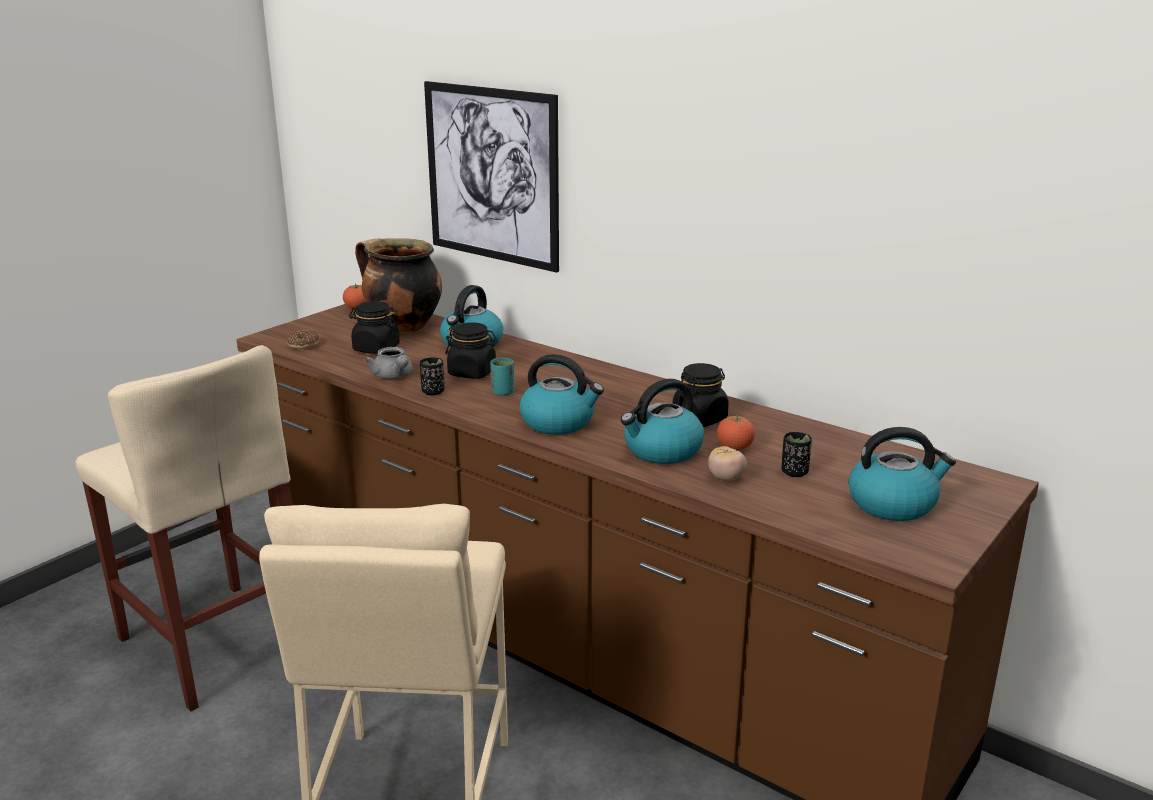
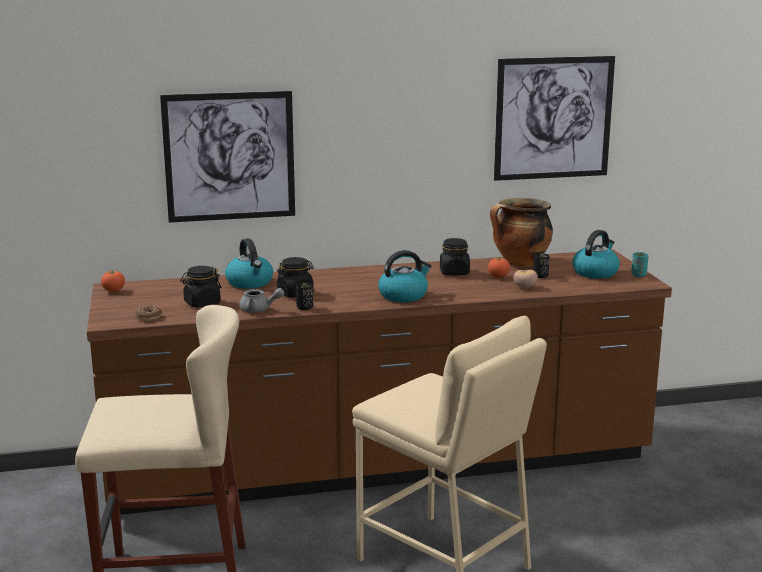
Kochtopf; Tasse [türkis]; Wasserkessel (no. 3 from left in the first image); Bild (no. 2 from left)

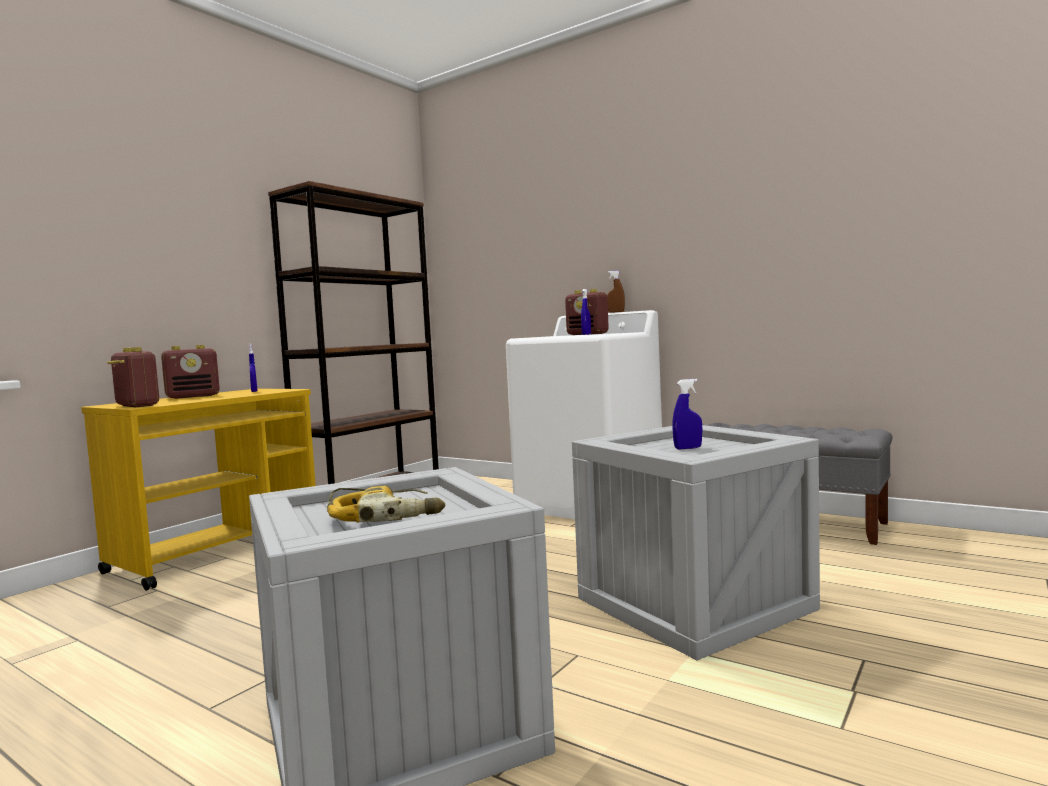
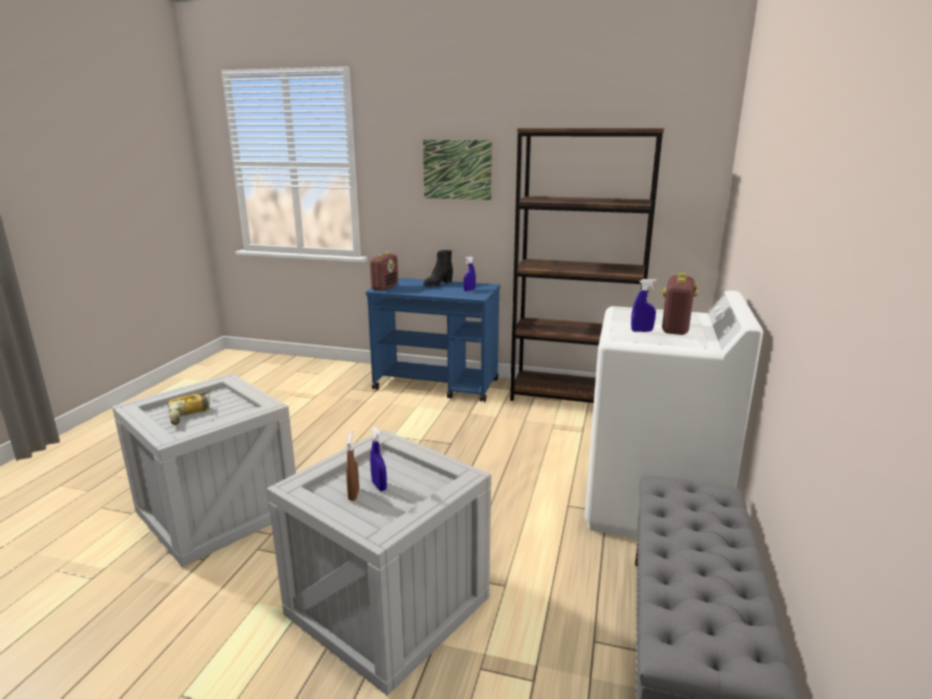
Sprühflasche [braun]; Stiefel [schwarz]; Rollwagen [blau]; Bild

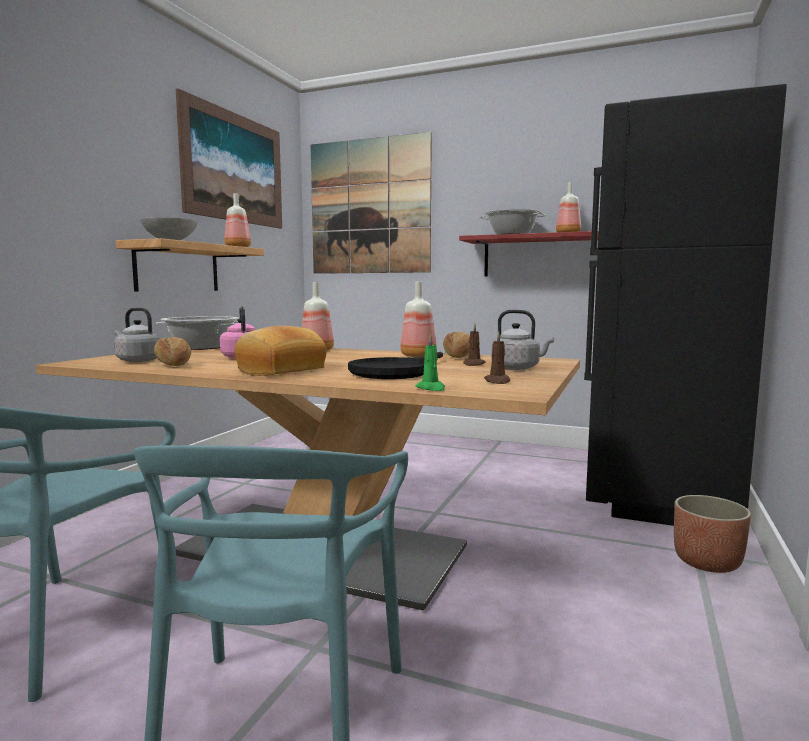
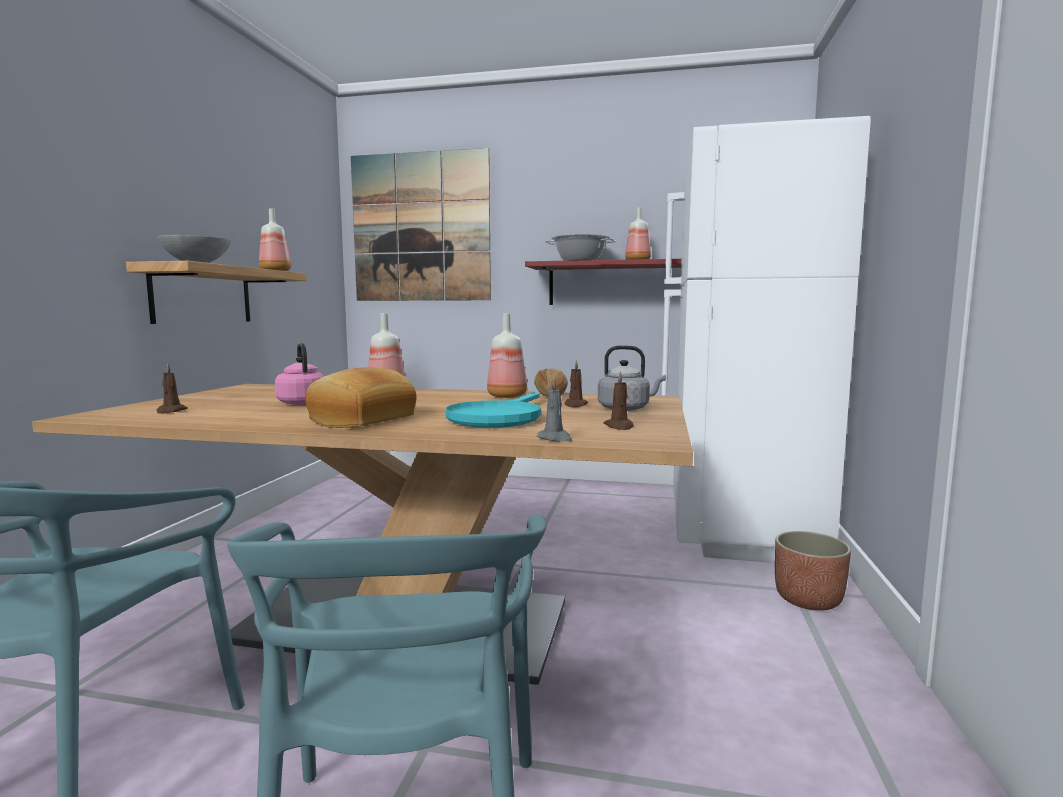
Kühlschrank [weiß]; Bild (no. 1 from left in the first image); Kerze [braun] (no. 1 from left); Kochtopf (no. 1 from left in the first image); Kerze [grau]; Brot (no. 1 from left in the first image); Pfanne [türkis]

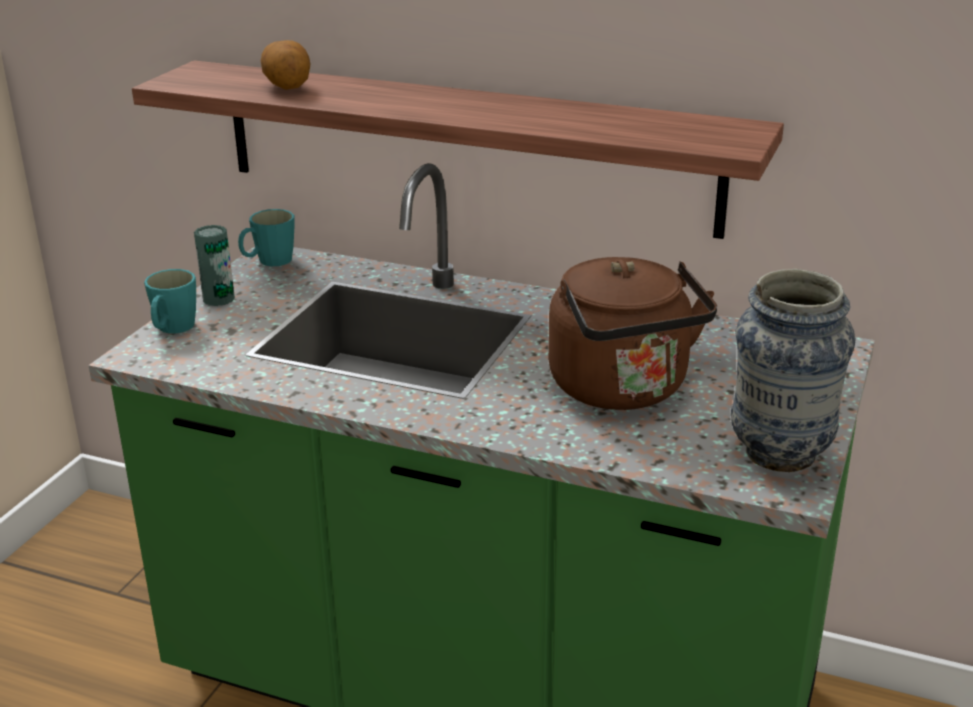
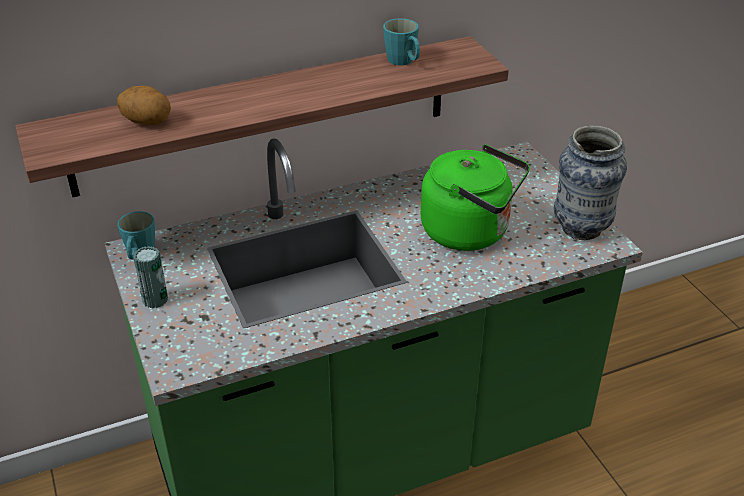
Wasserkessel [grün]; Henkelbecher [türkis] (no. 2 from left)

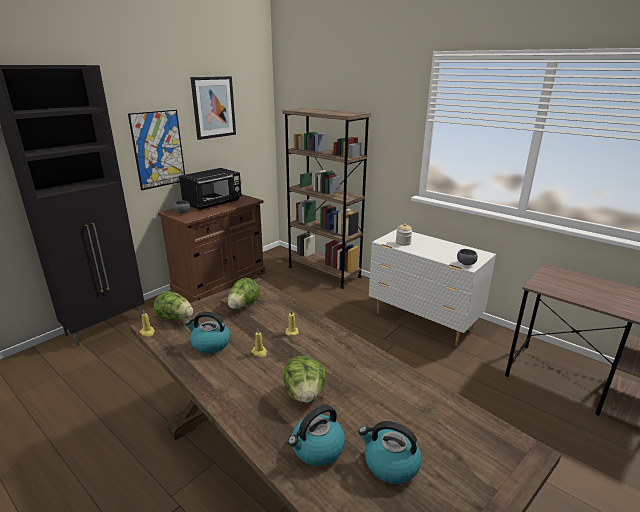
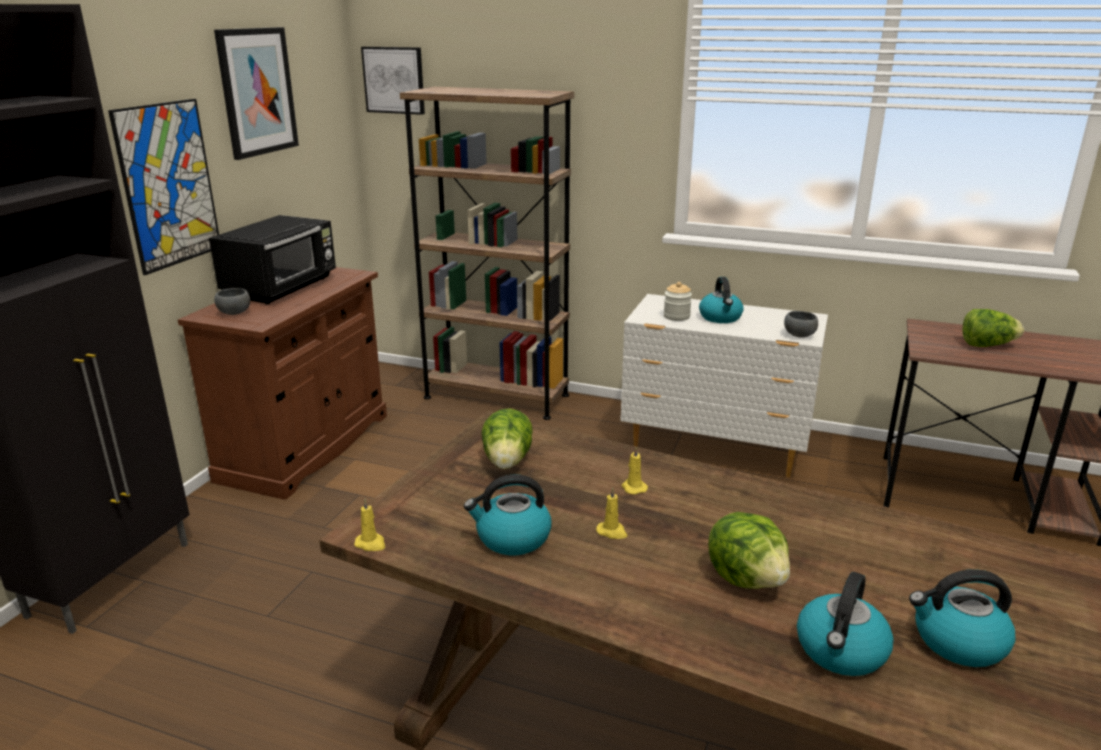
Salatkopf (no. 3 from left); Bild (no. 3 from left); Wasserkessel (no. 2 from left)

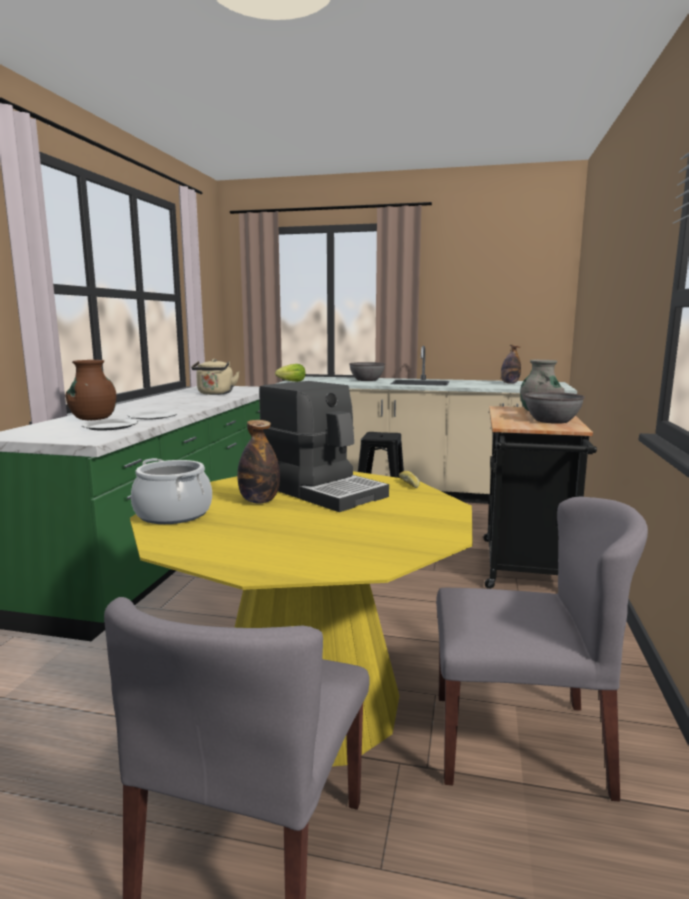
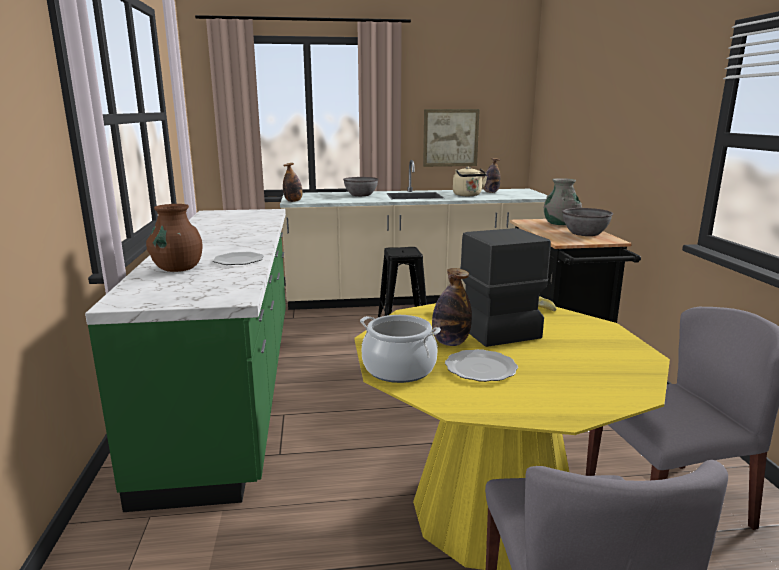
Wasserkessel [beige]; Flasche (no. 1 from left); Kaffeemaschine; Teller (no. 2 from left); Bild

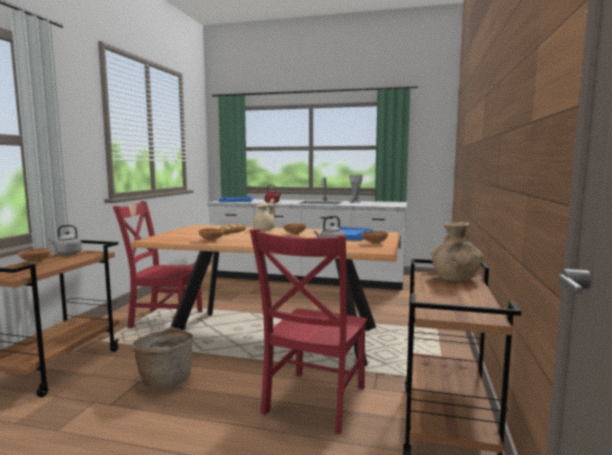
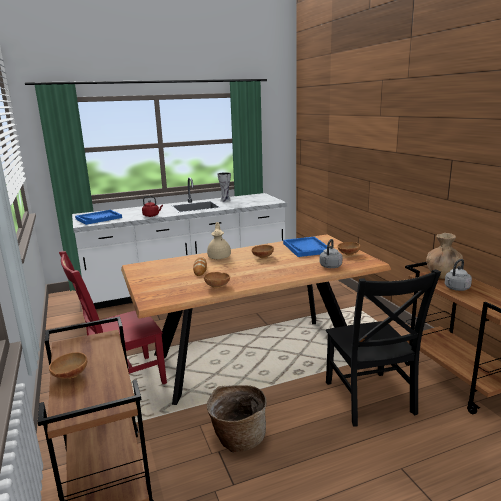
Wasserkessel [grau] (no. 2 from left); Stuhl [schwarz]

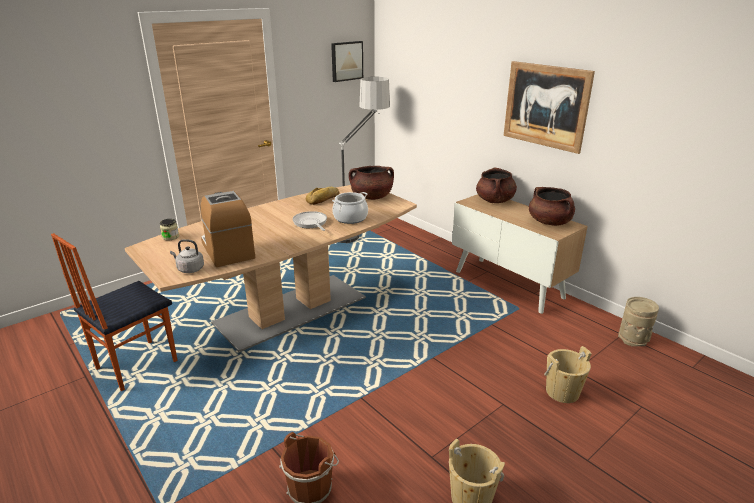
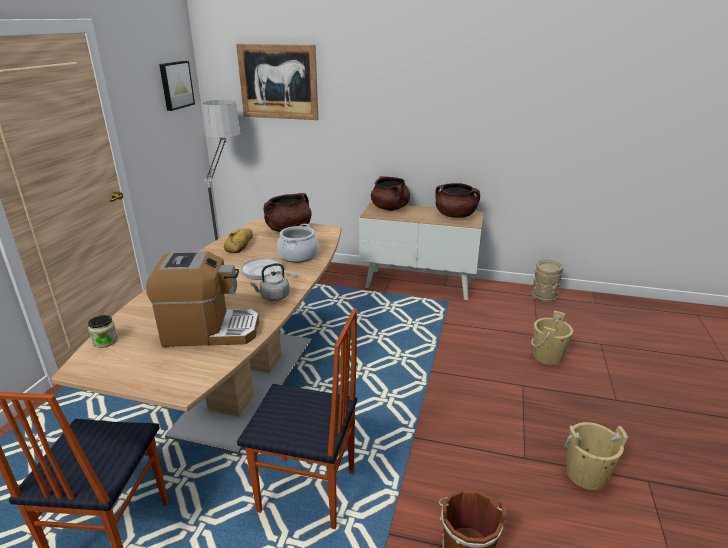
Bild (no. 2 from left); Kaffeemaschine; Wasserkessel [grau]; Stuhl (no. 2 from left)

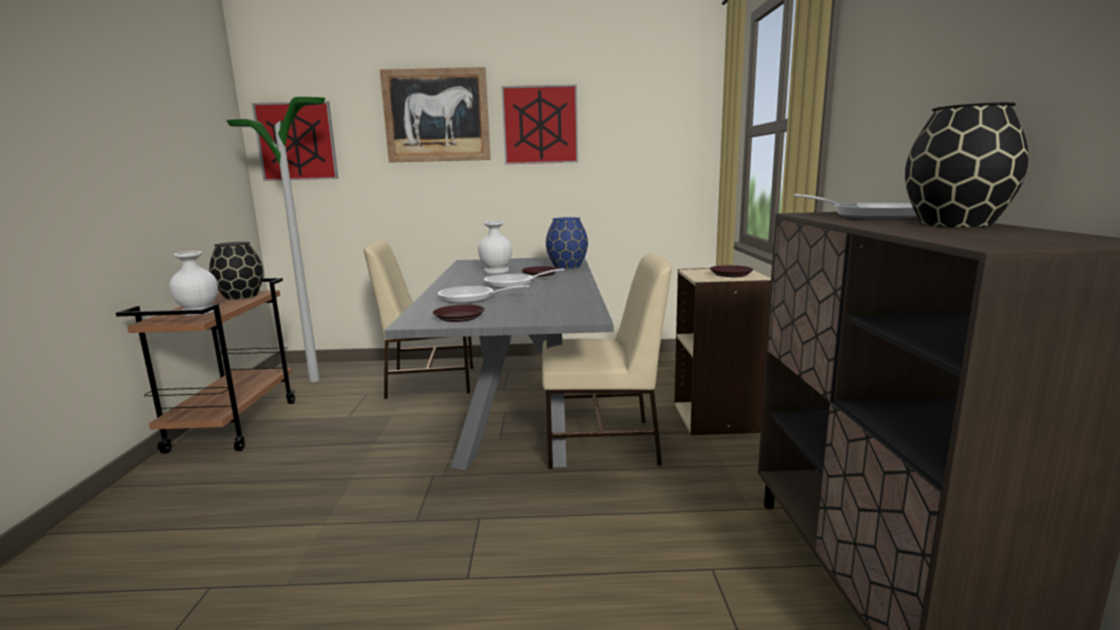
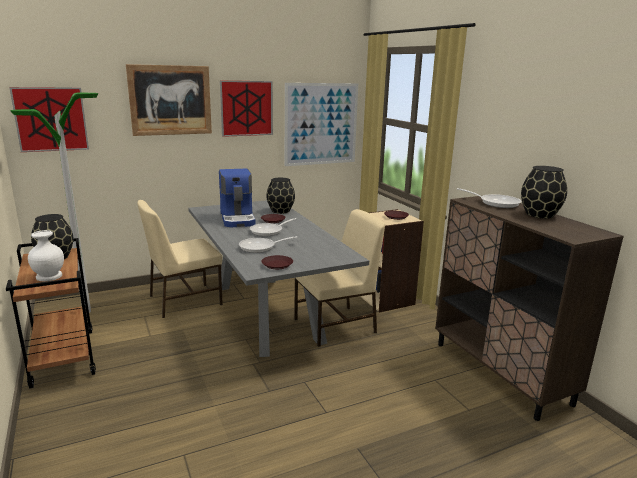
Vase [schwarz] (no. 2 from left); Kaffeemaschine; Bild (no. 4 from left)

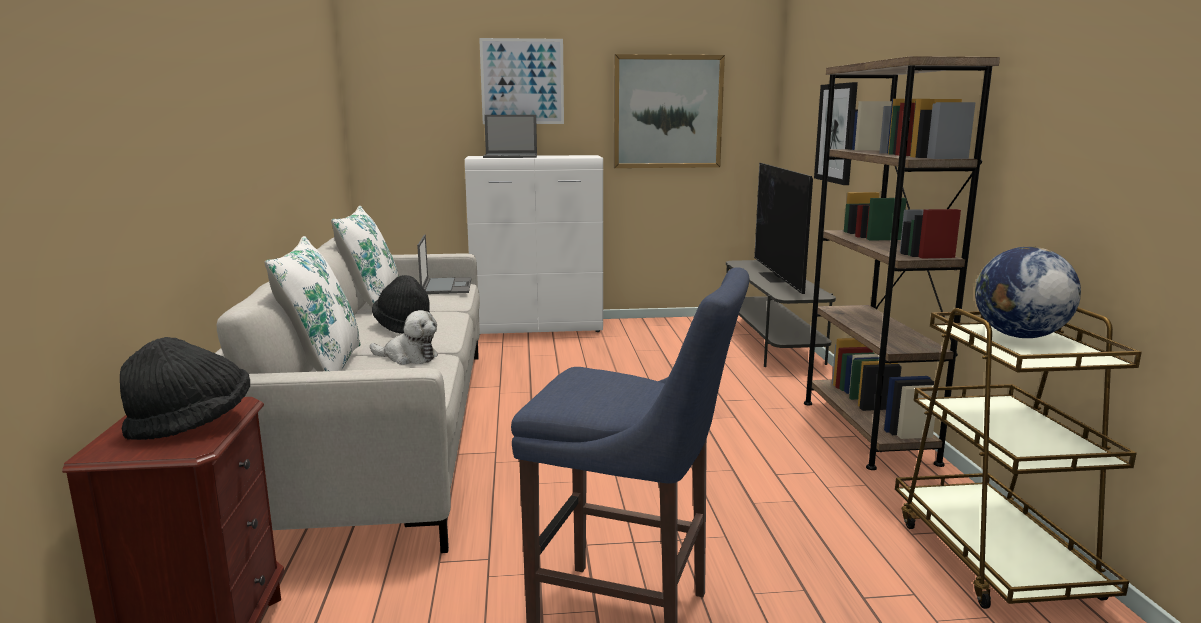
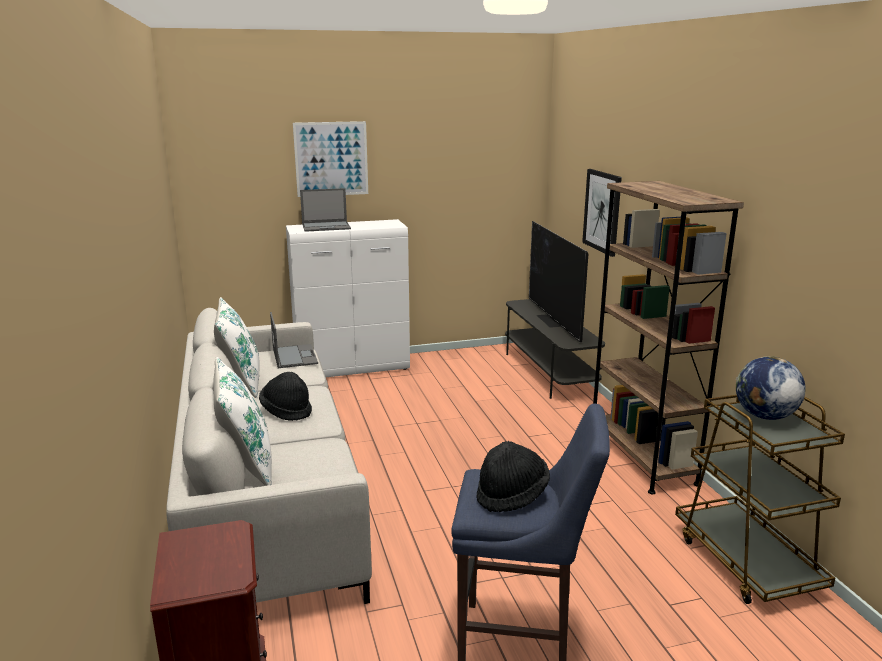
Bild (no. 2 from left in the first image); Plüschtier; Hut [schwarz] (no. 2 from left)

